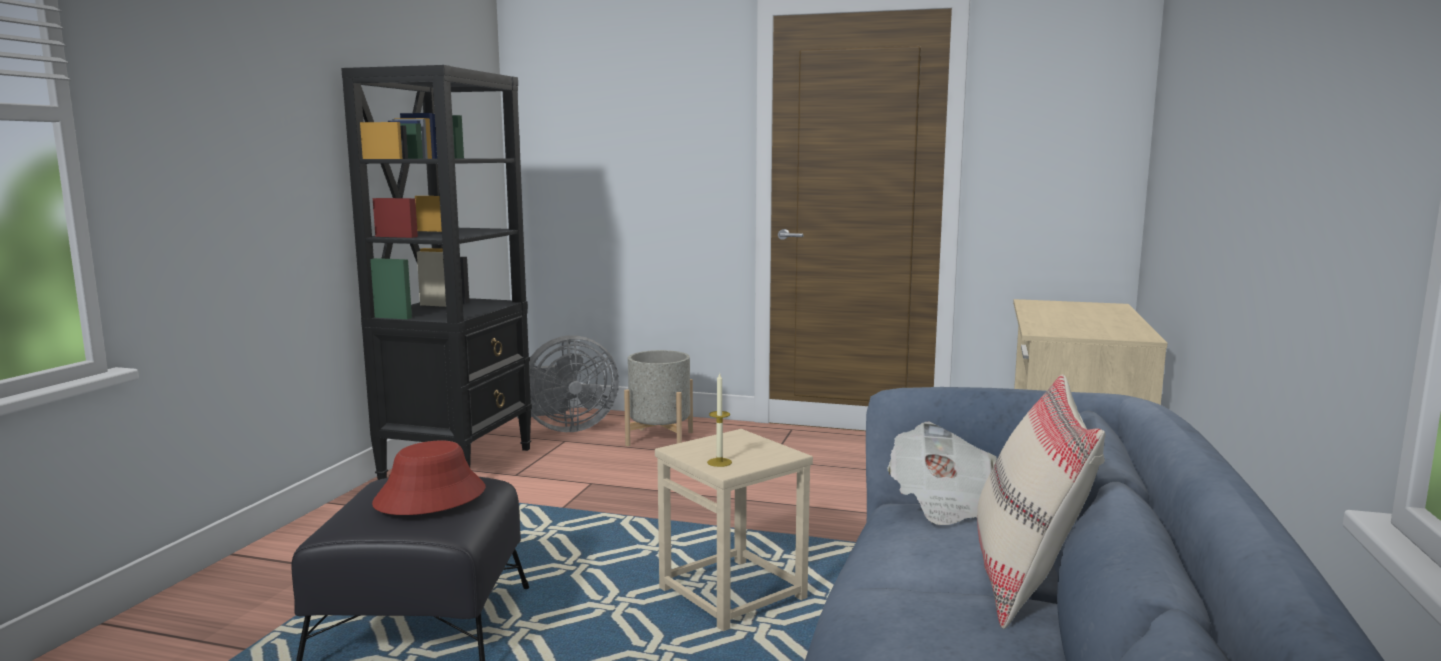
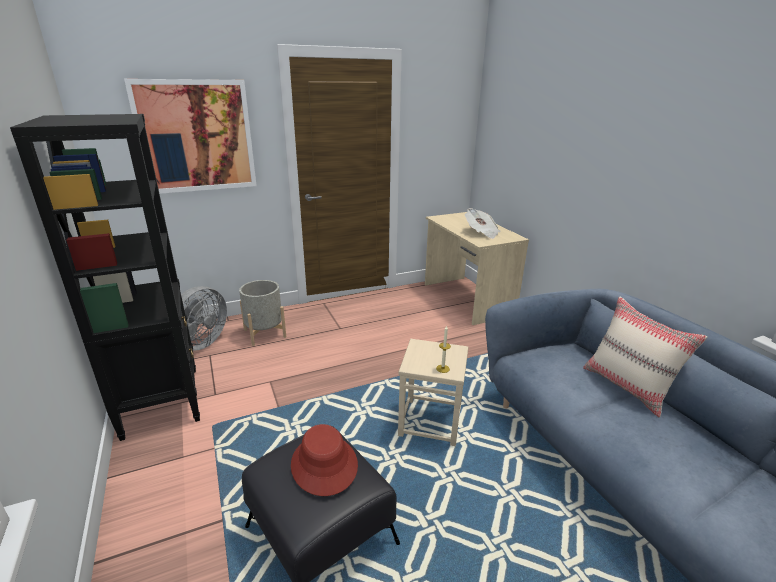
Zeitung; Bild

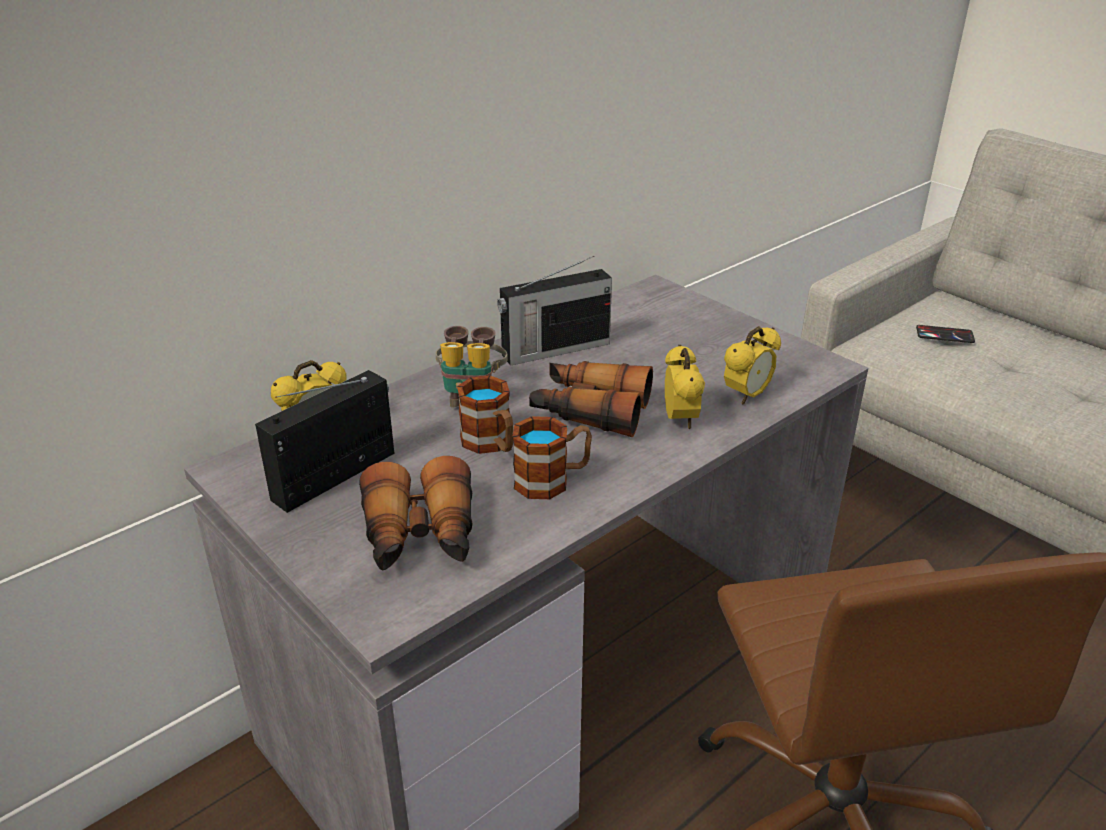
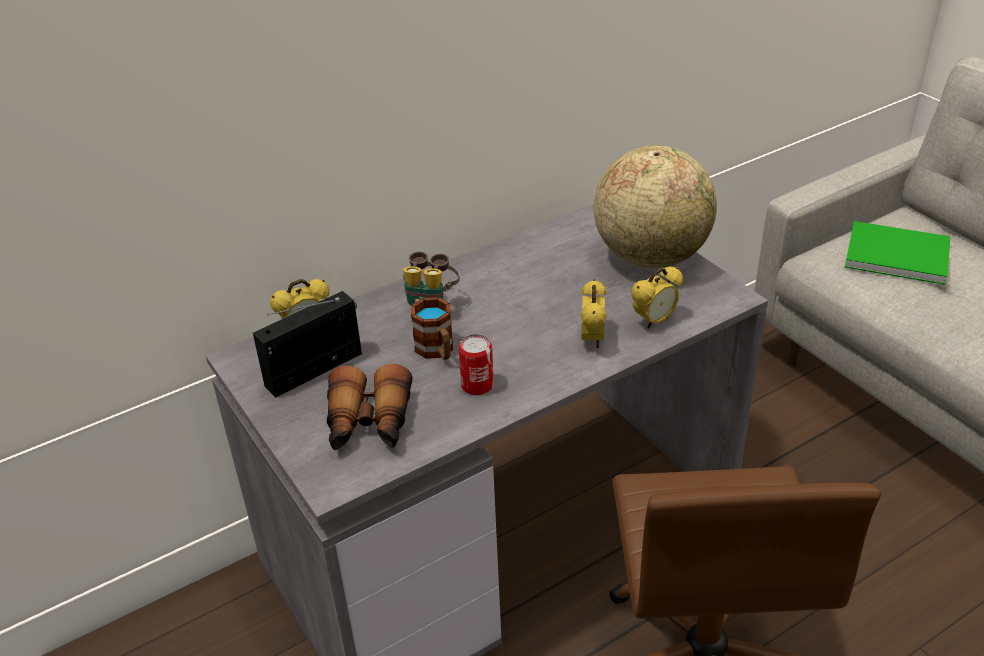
Radio (no. 2 from left in the first image); Buch [grün]; Fernglas (no. 3 from left in the first image); Dose; Globus

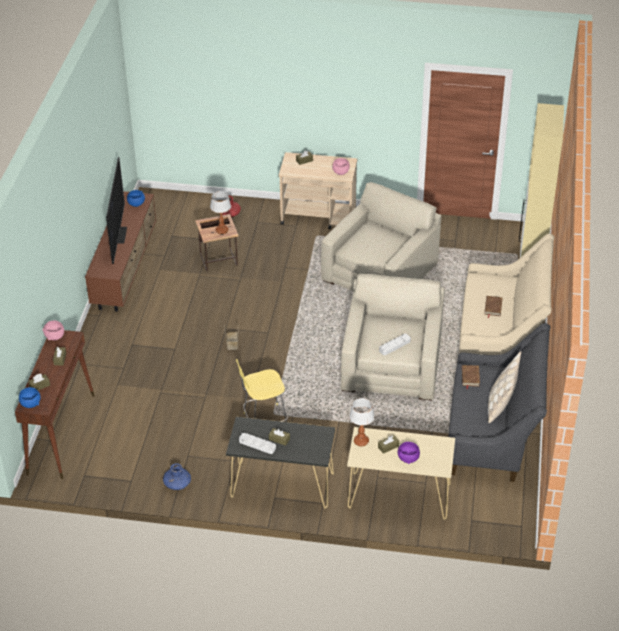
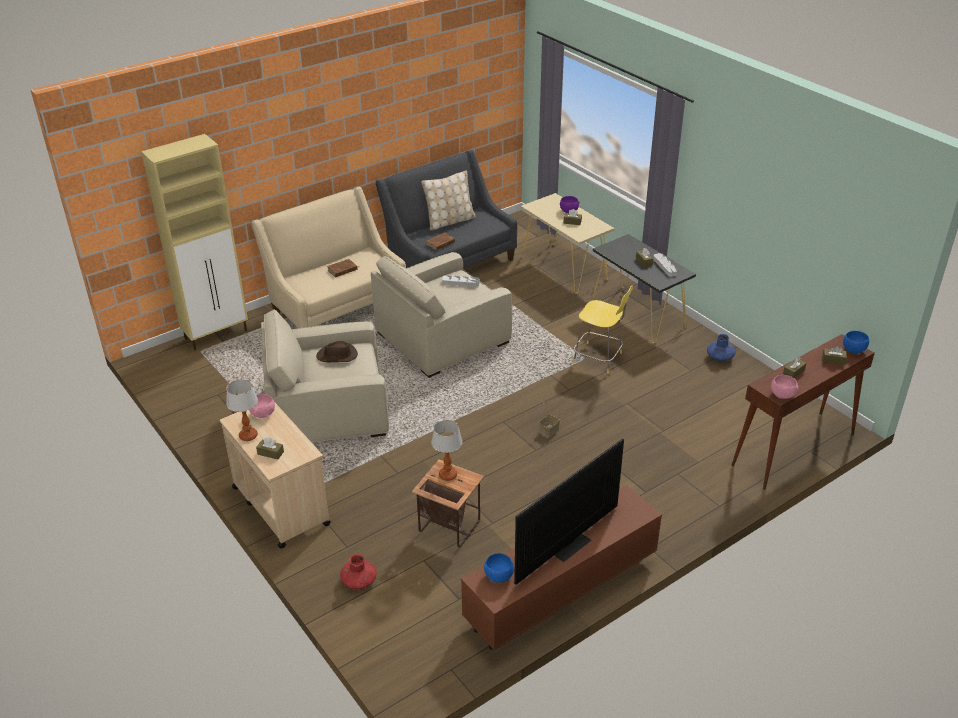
Tischlampe (no. 1 from left); Hut [braun]

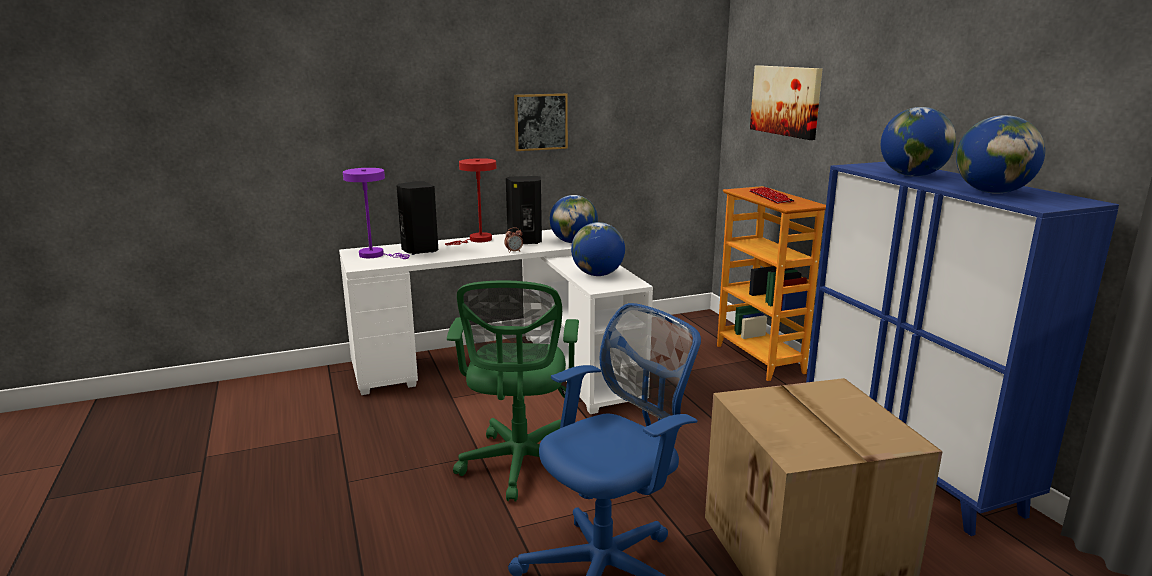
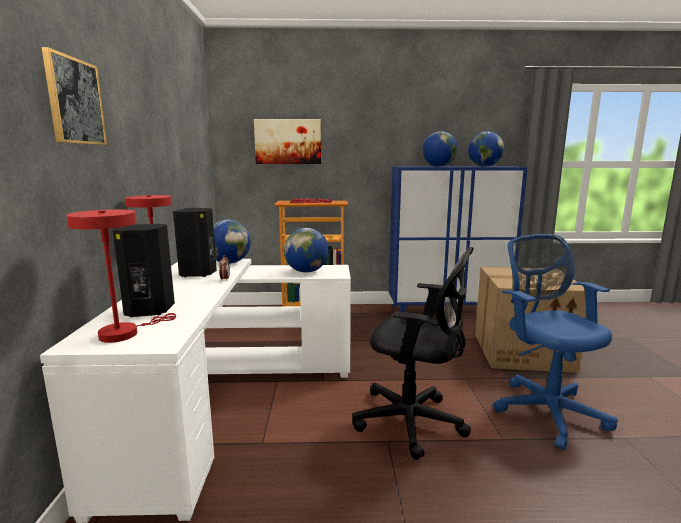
Bild (no. 1 from left); Tischlampe [rot] (no. 1 from left); Bürostuhl [schwarz]

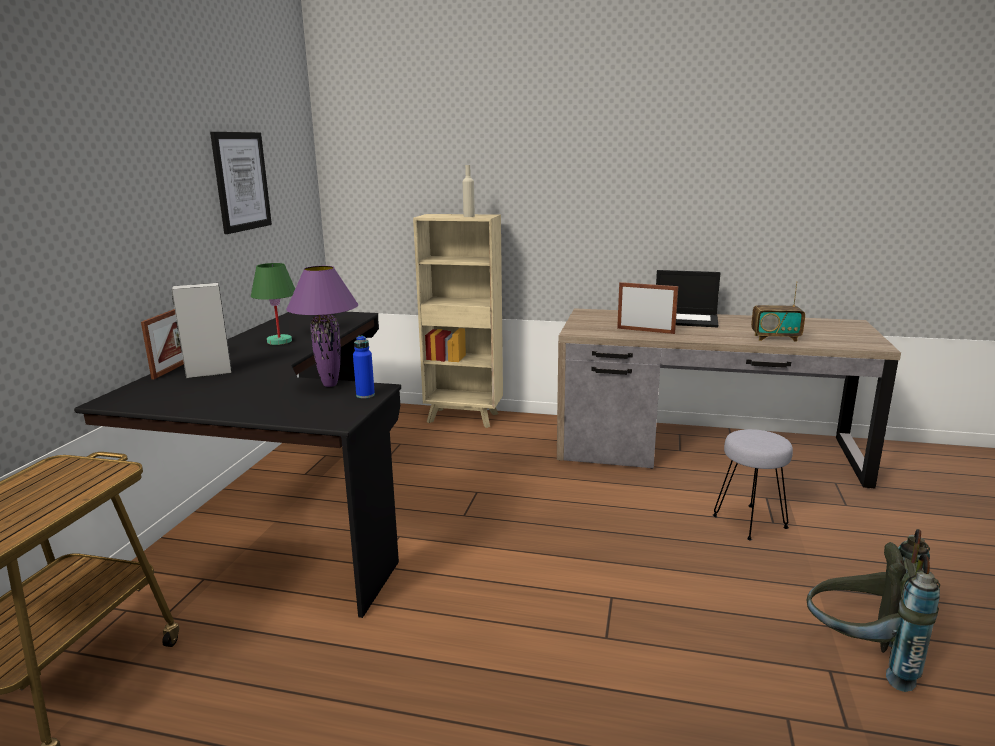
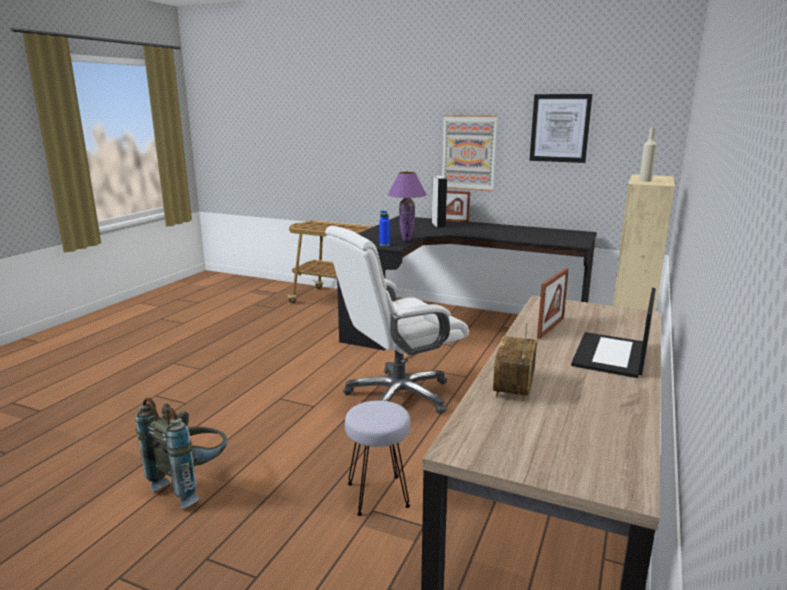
Tischlampe [grün]; Bild (no. 1 from left); Bürostuhl [weiß]

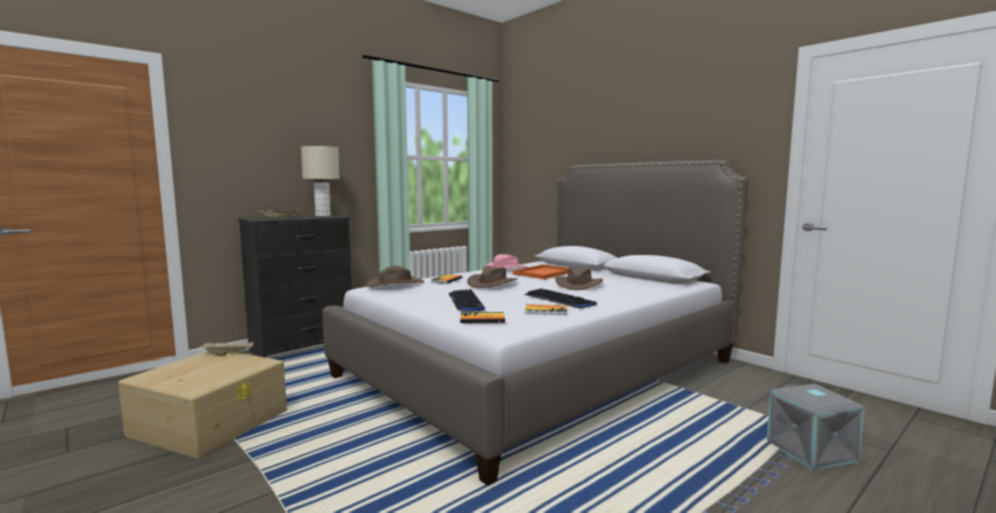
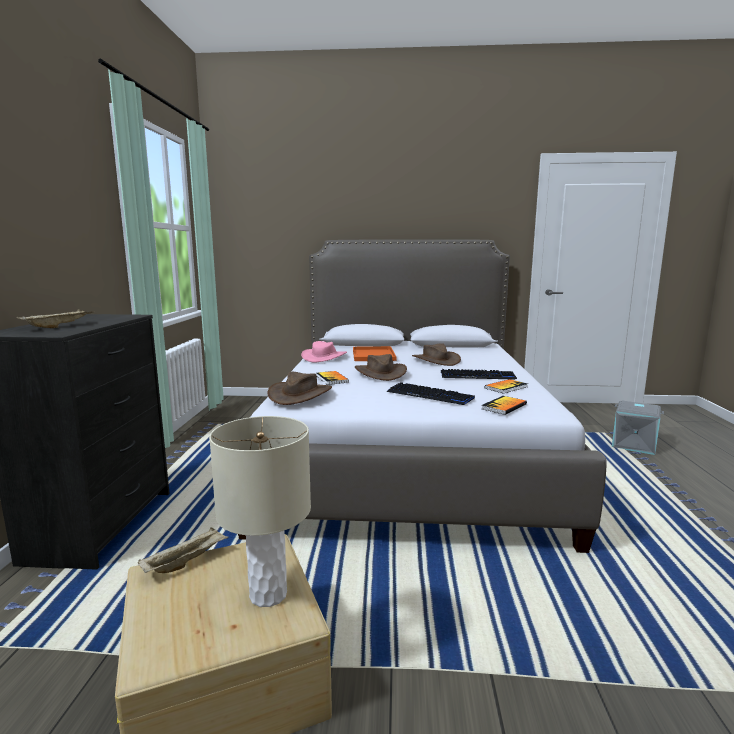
Tischlampe [beige]

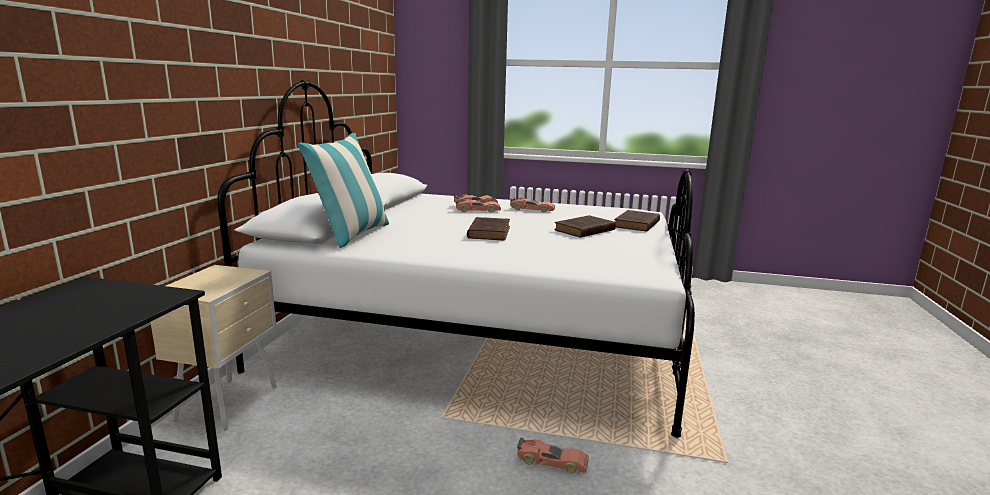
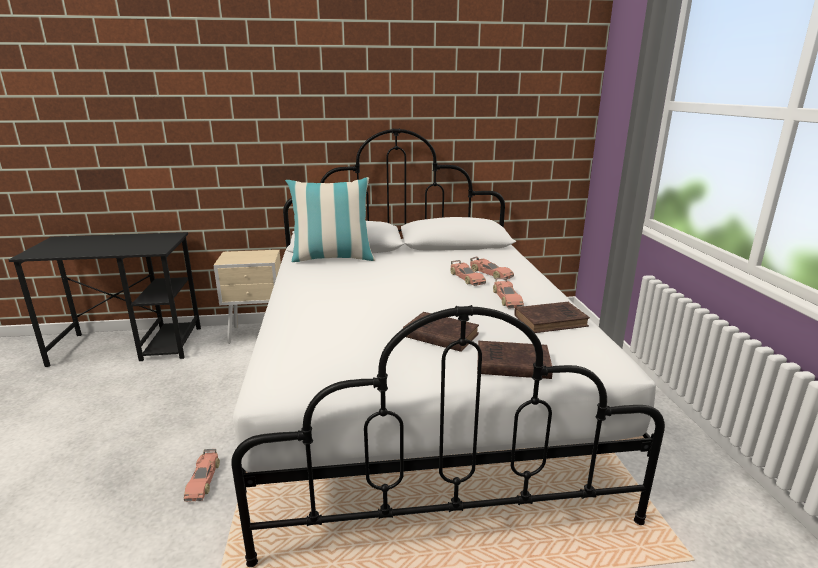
Buch [braun] (no. 3 from left)

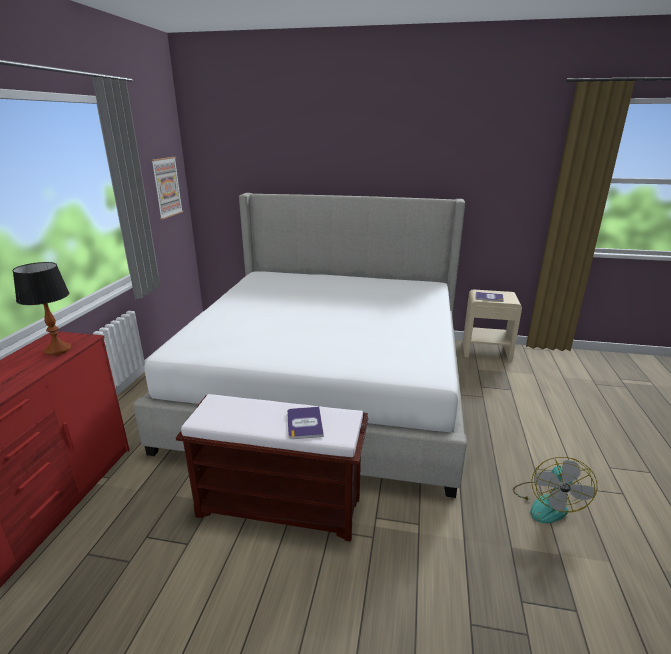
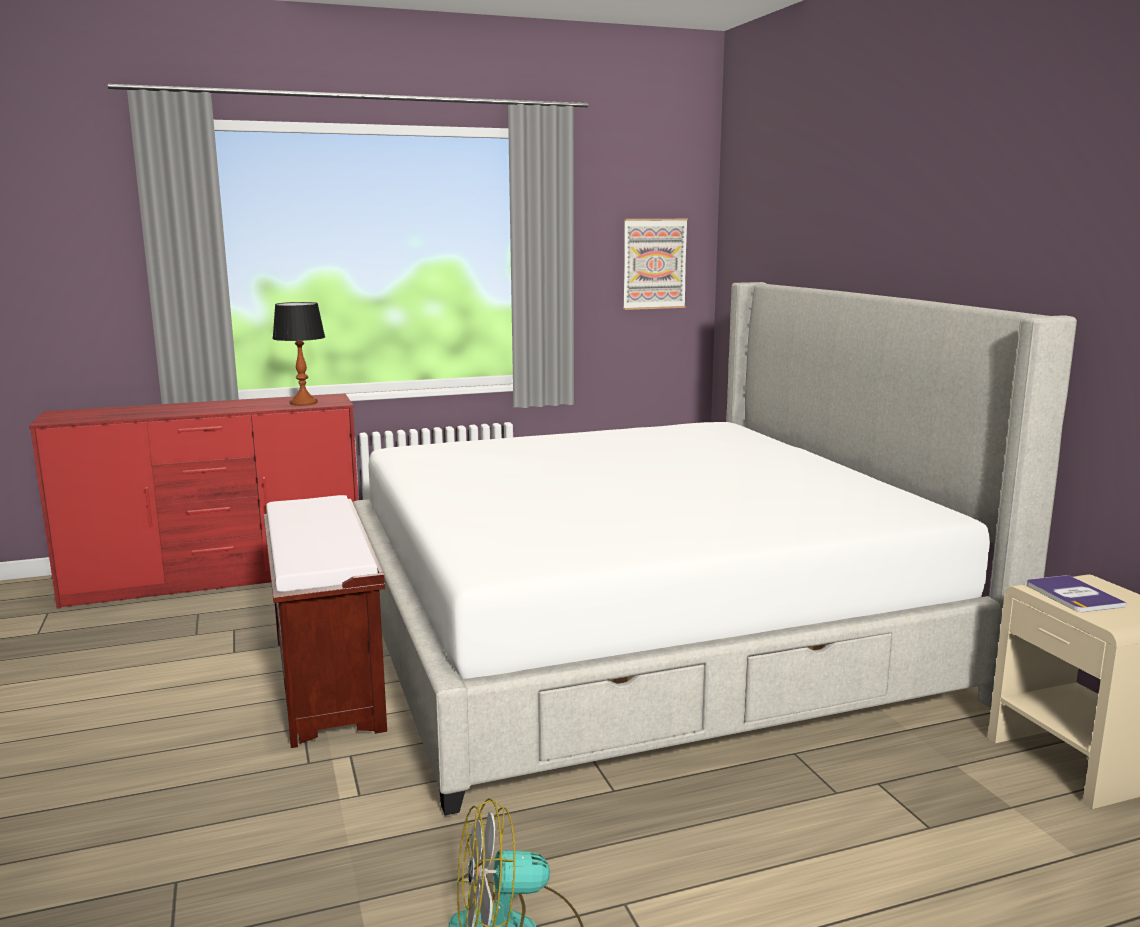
Buch (no. 1 from left in the first image)

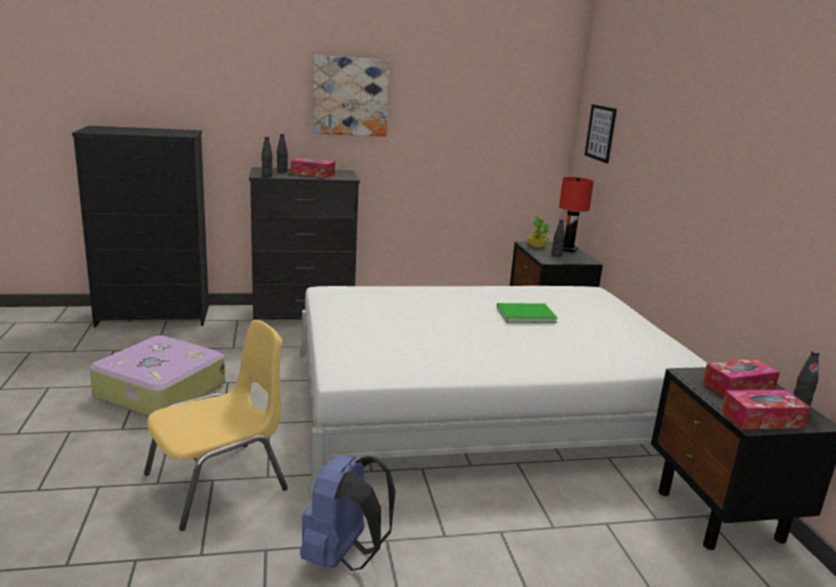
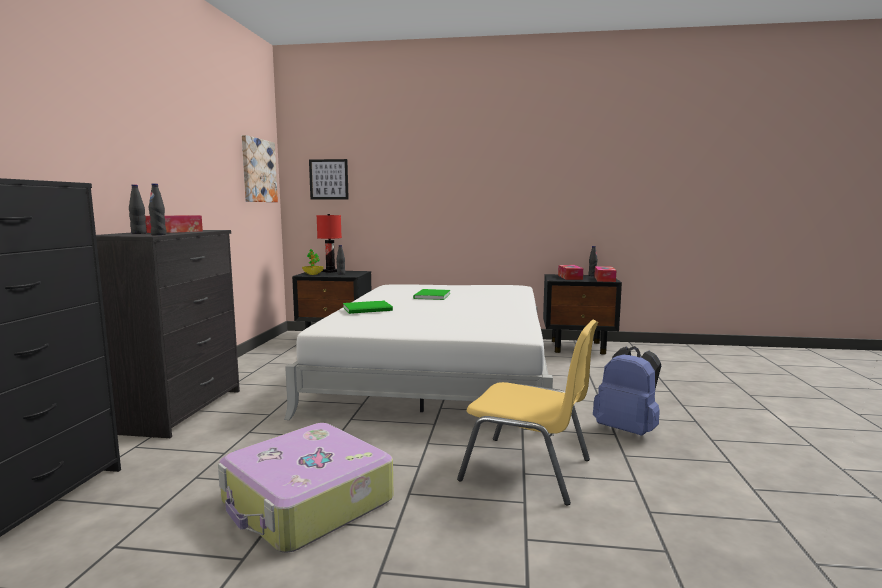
Bild (no. 1 from left); Stuhl [gelb]; Buch [grün] (no. 1 from left)

